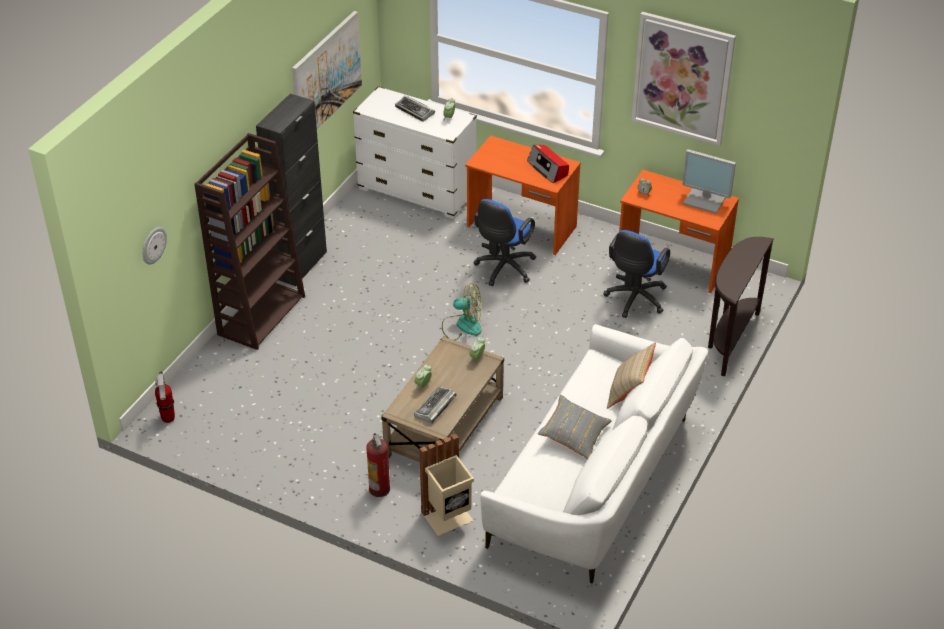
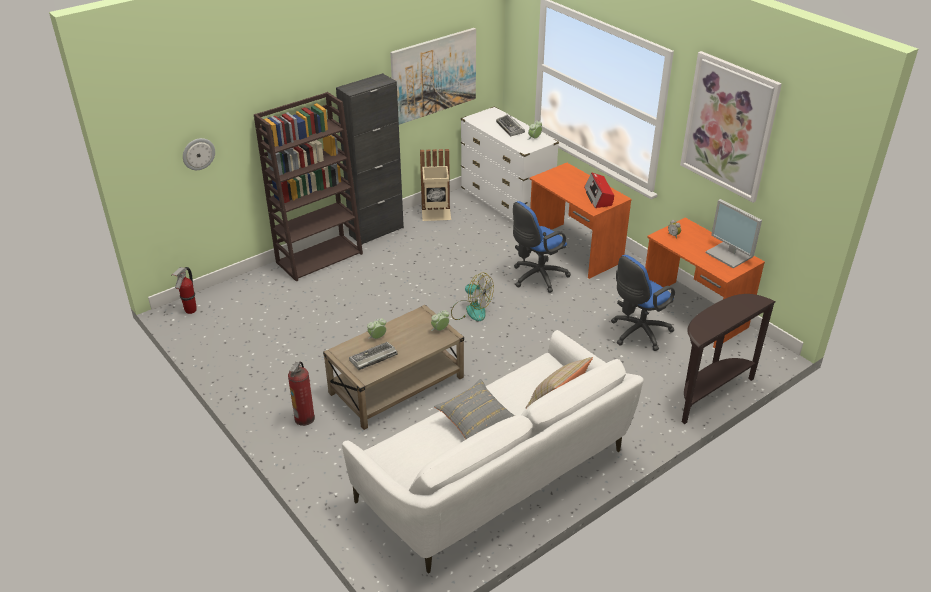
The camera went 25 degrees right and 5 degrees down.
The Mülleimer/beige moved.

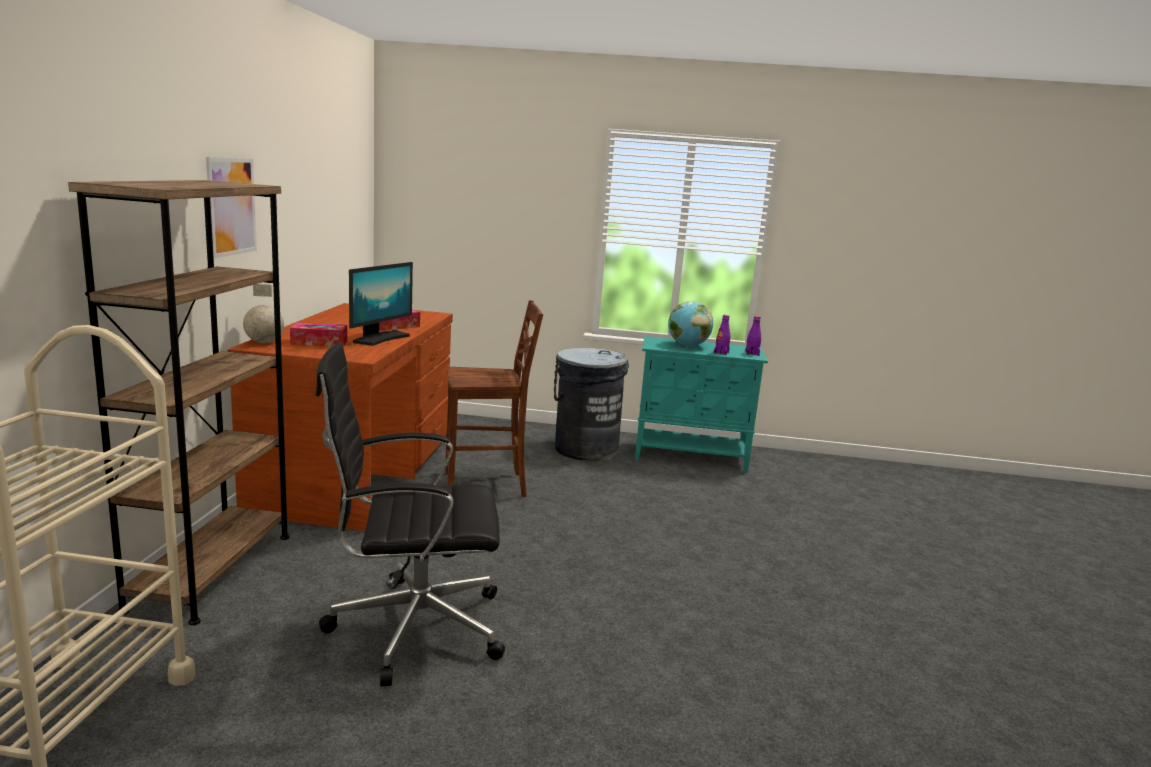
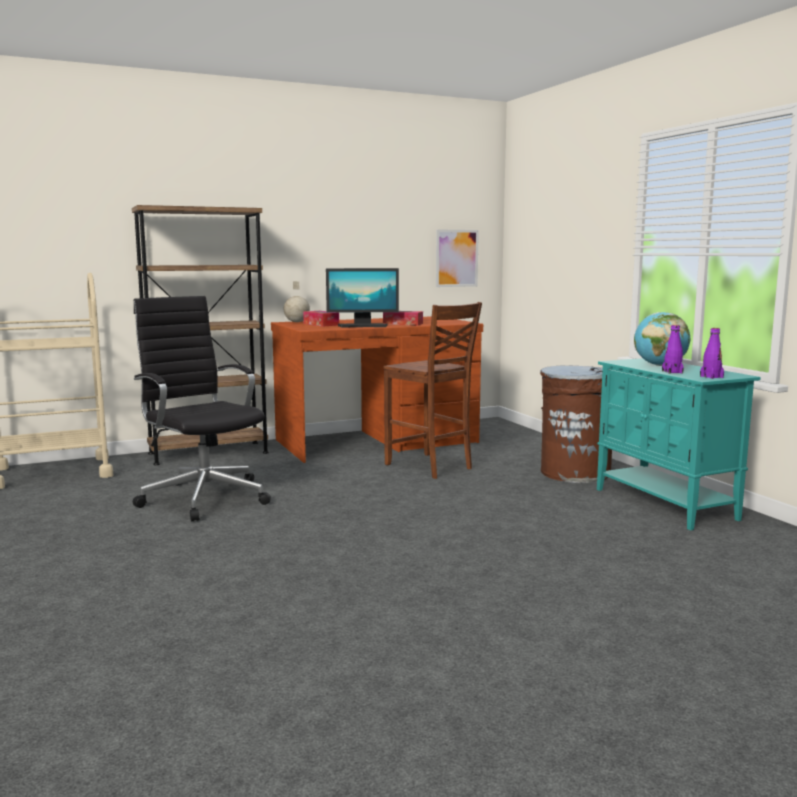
The camera went 60 degrees right and 5 degrees down.
The Bild moved.
The Mülleimer/grau became the Mülleimer/braun.

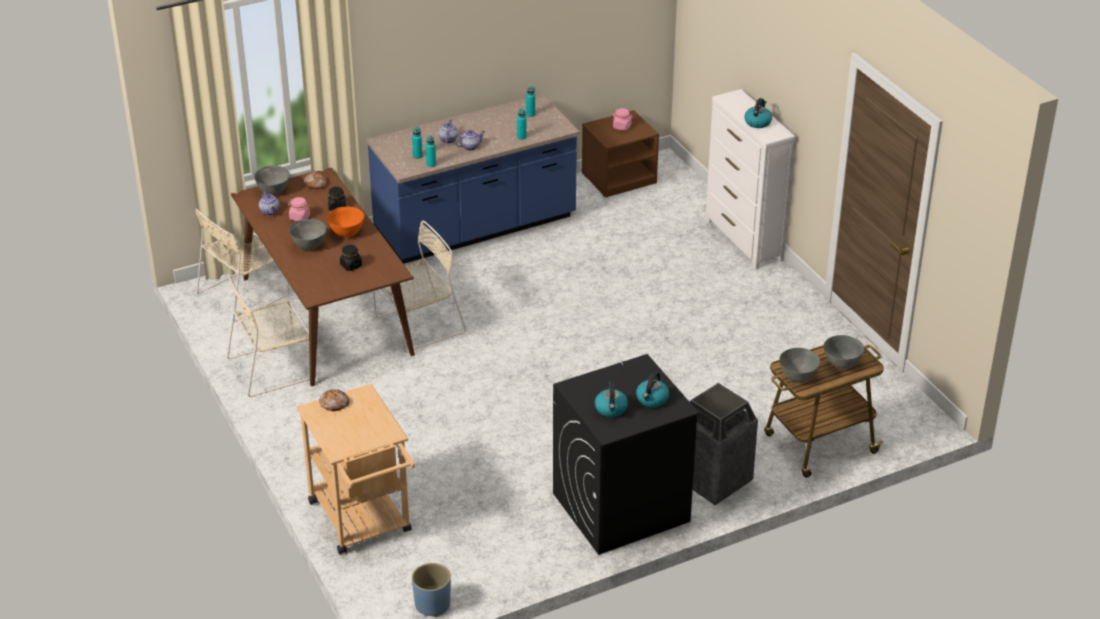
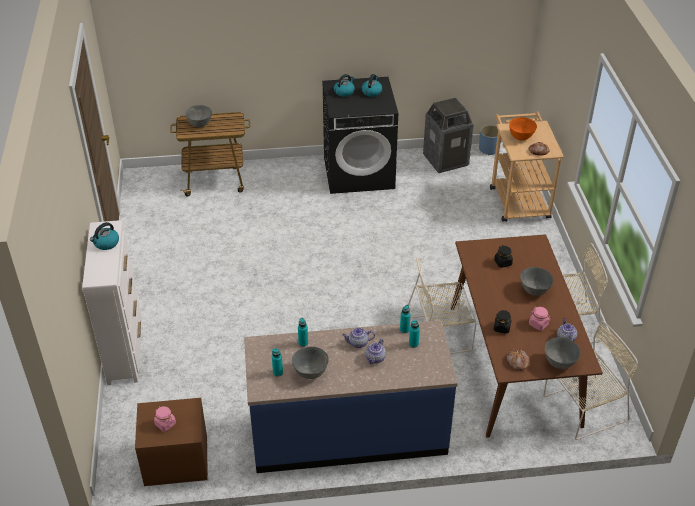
The camera went 160 degrees left and 5 degrees up.
The Schüssel/grau (3rd from left in the first image) moved.
The Mülleimer moved.
The Schüssel/orange moved.

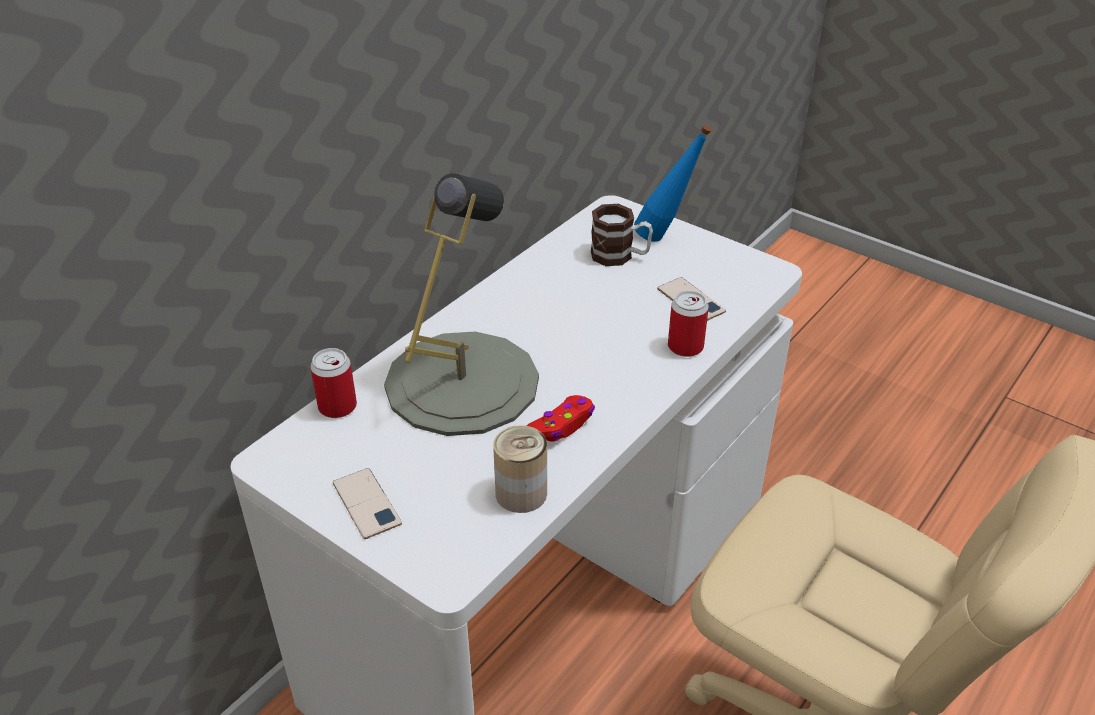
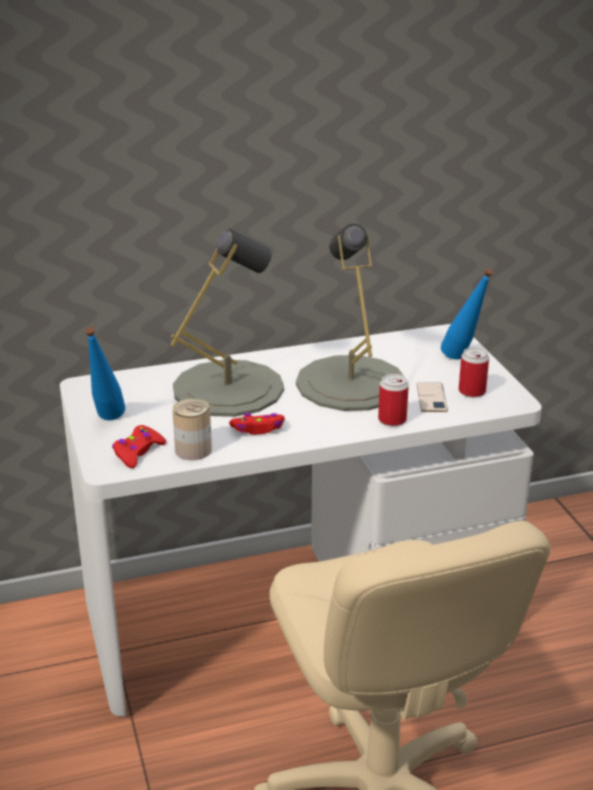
The camera went 35 degrees right and 10 degrees down.
The Handy (1st from left) was replaced by the Flasche/blau (1st from left).
The Gamepad/rot (1st from left) appeared.
The Tischlampe/grau (2nd from left) appeared.
The Dose (1st from left in the first image) moved.
The Henkelbecher disappeared.

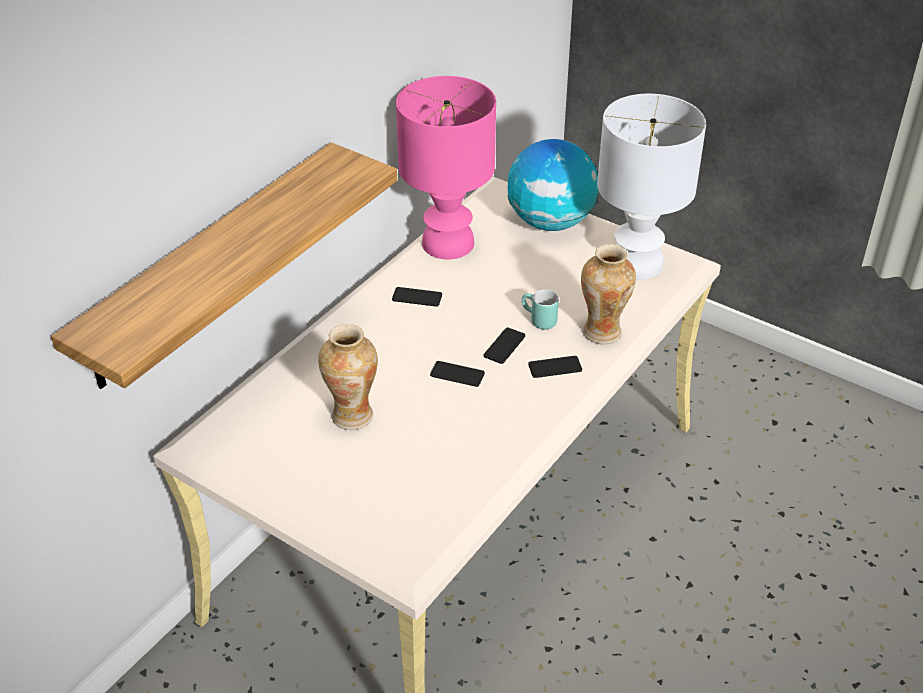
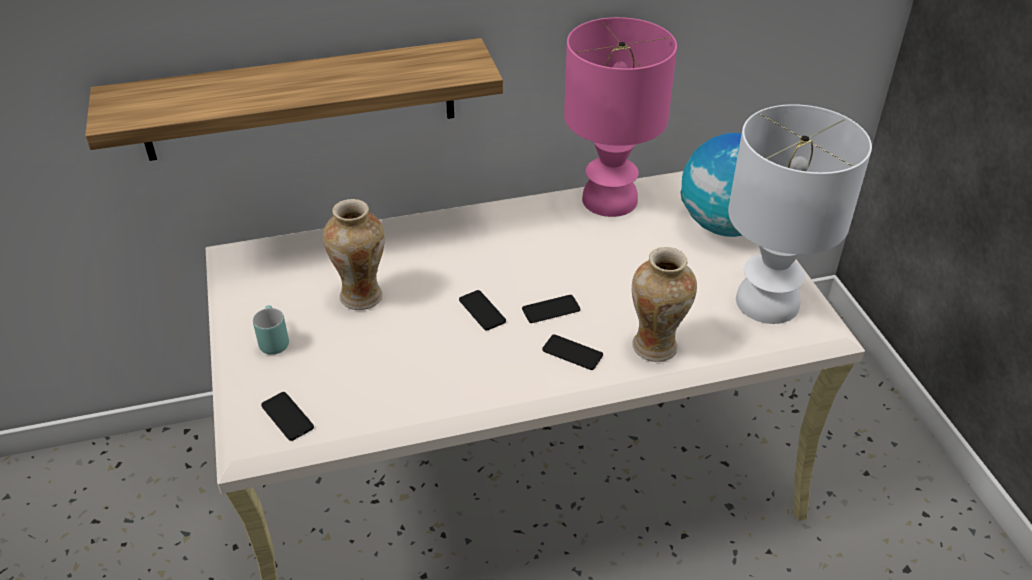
The camera went 40 degrees right and 0 degrees up.
The Henkelbecher/türkis moved.
The Handy (1st from left) moved.

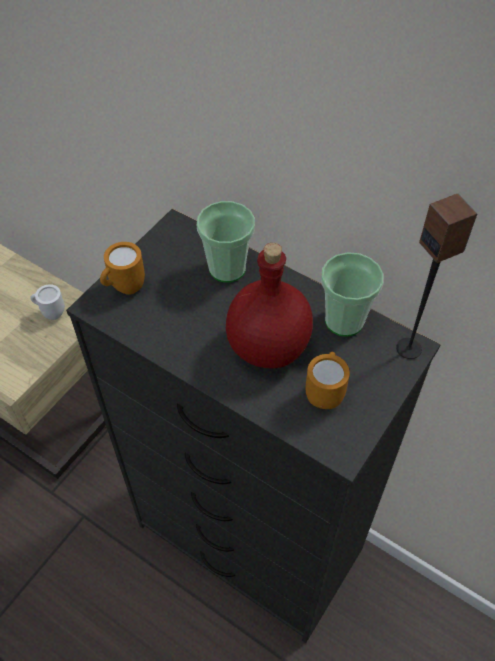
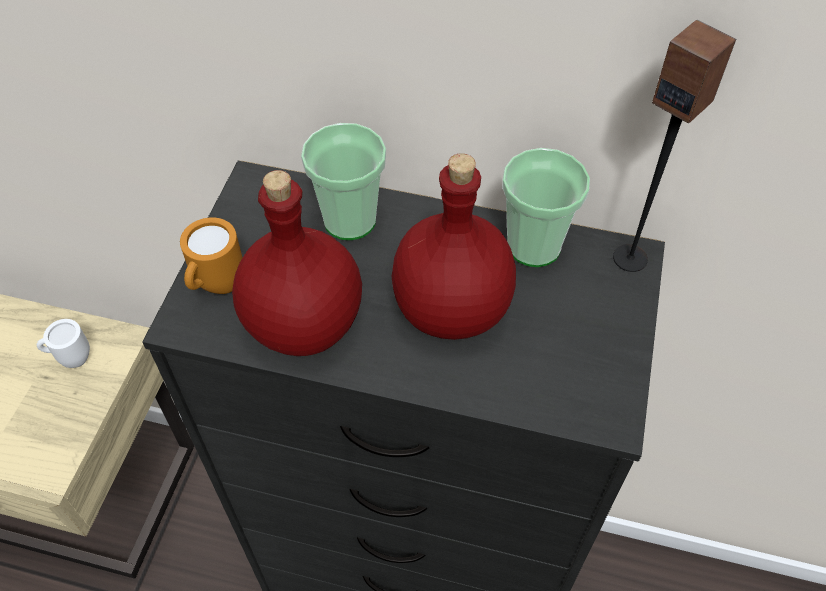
The camera went 20 degrees left and 0 degrees up.
The Flasche/rot (1st from left) appeared.
The Henkelbecher/orange (2nd from left) disappeared.

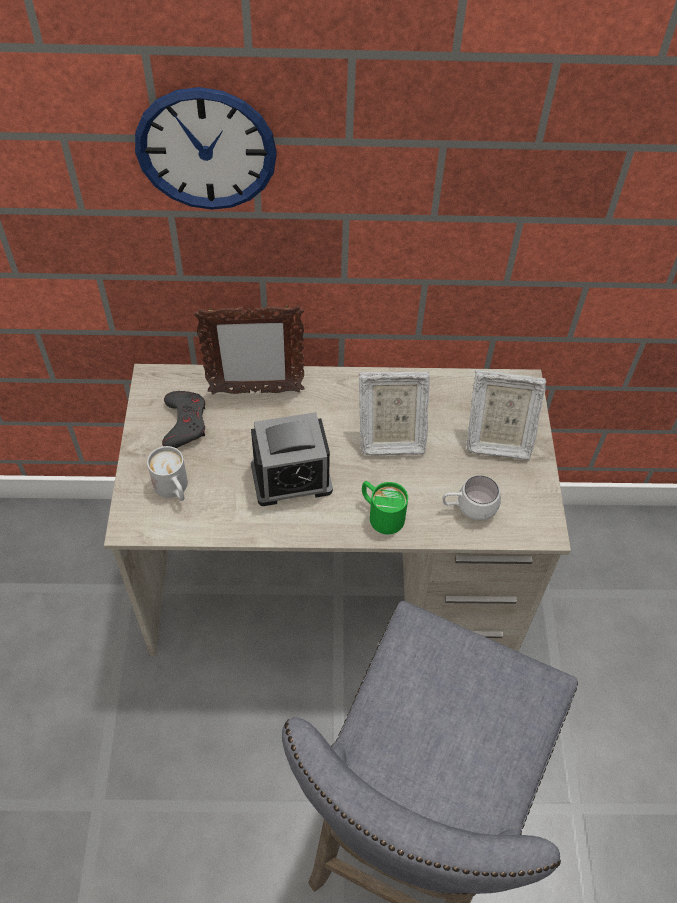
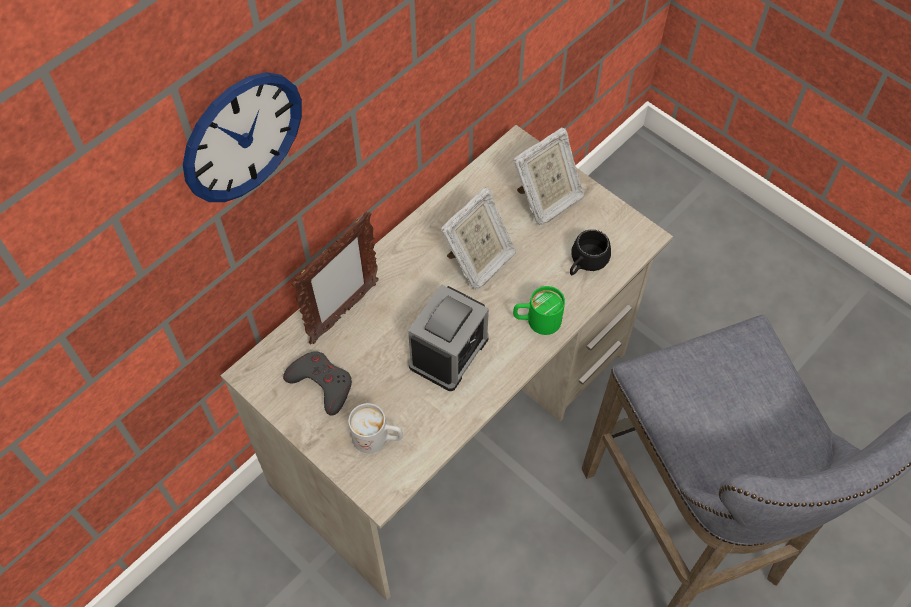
The camera went 45 degrees left and 5 degrees up.
The Henkelbecher/weiß (2nd from left) became the Henkelbecher/schwarz.

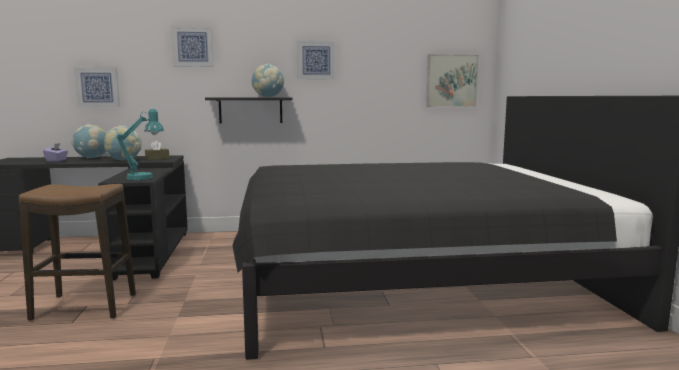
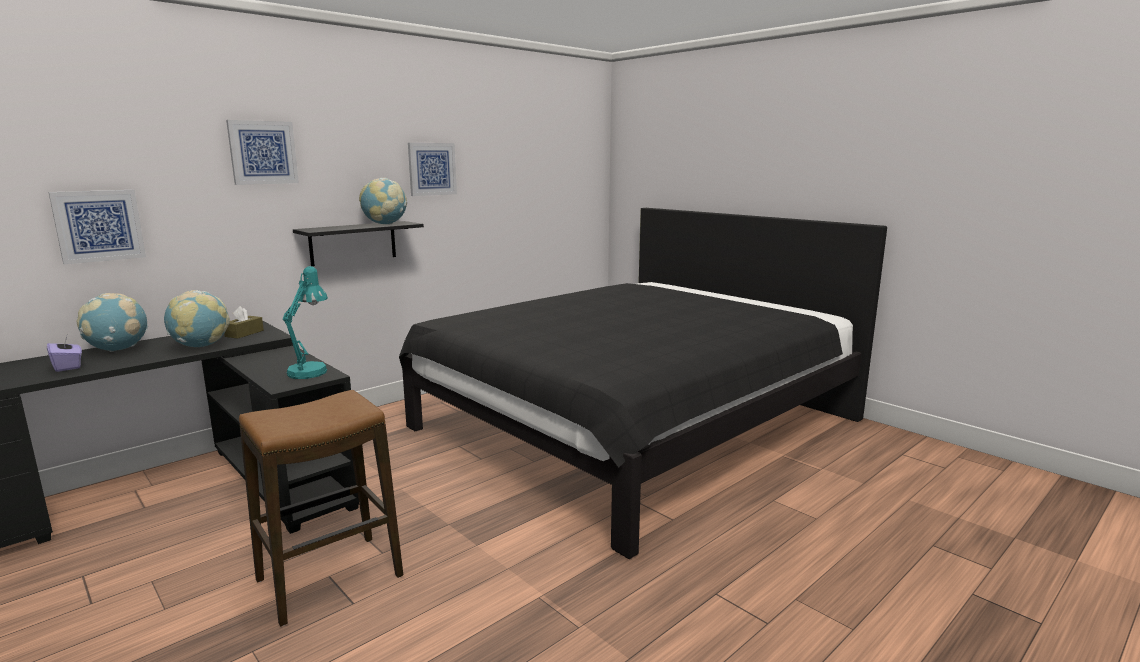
The camera went 35 degrees left and 5 degrees up.
The Bild (4th from left) disappeared.

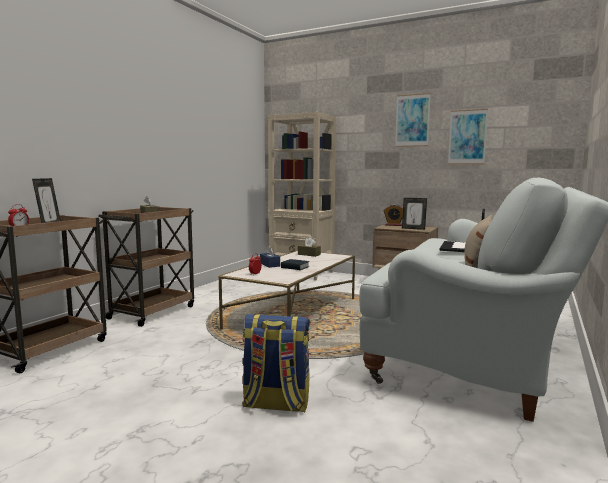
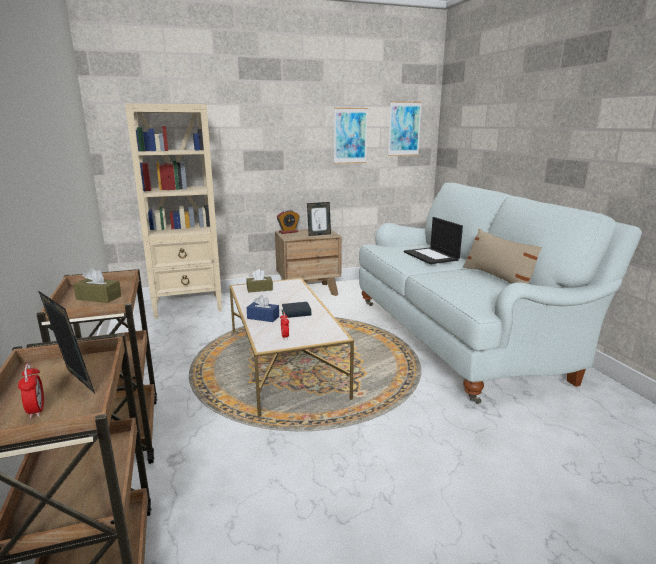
The camera went 45 degrees left and 10 degrees up.
The Bild (1st from left in the first image) moved.
The Rucksack disappeared.

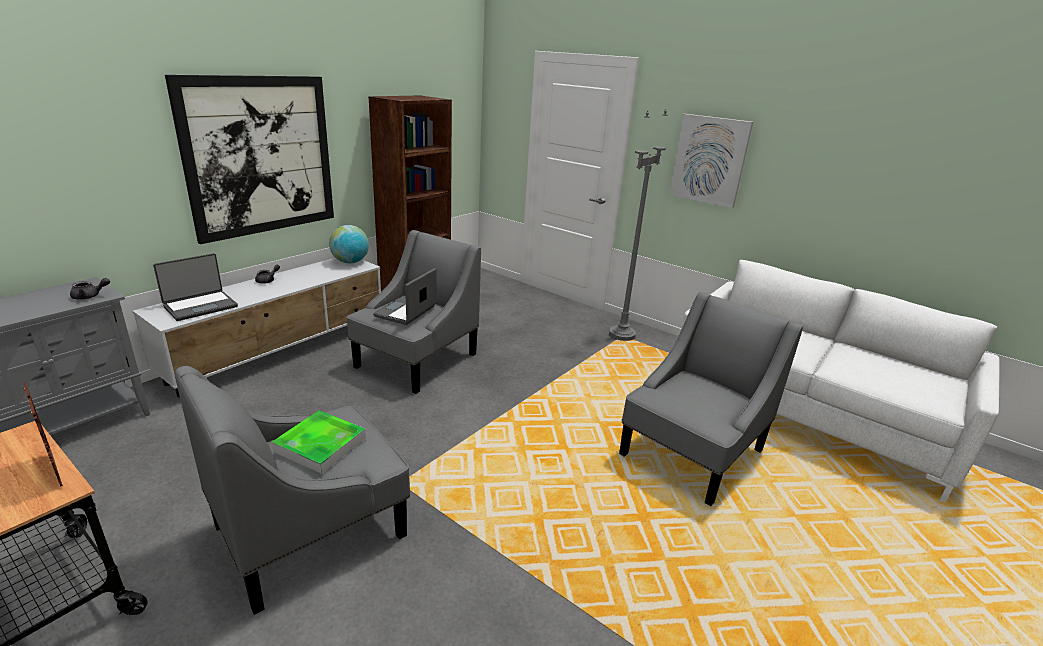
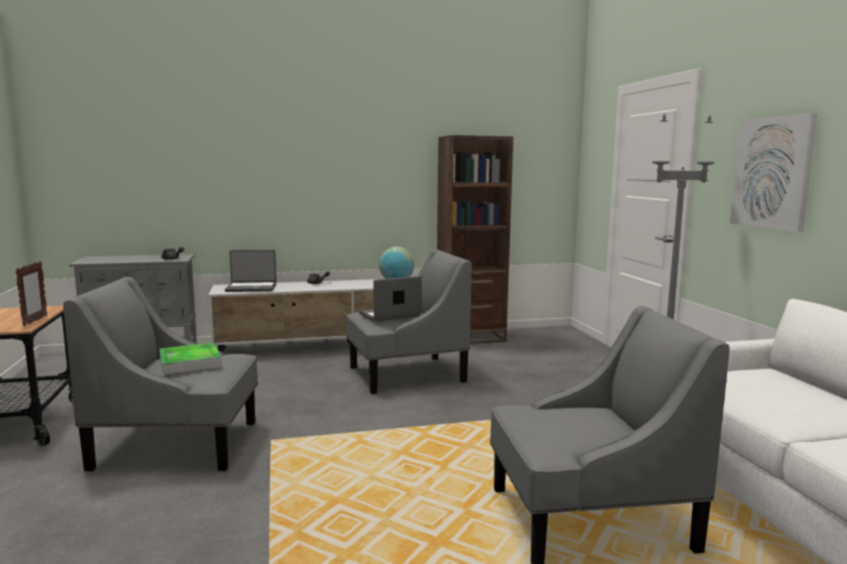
The camera went 40 degrees right and 15 degrees down.
The Bild (1st from left) disappeared.

